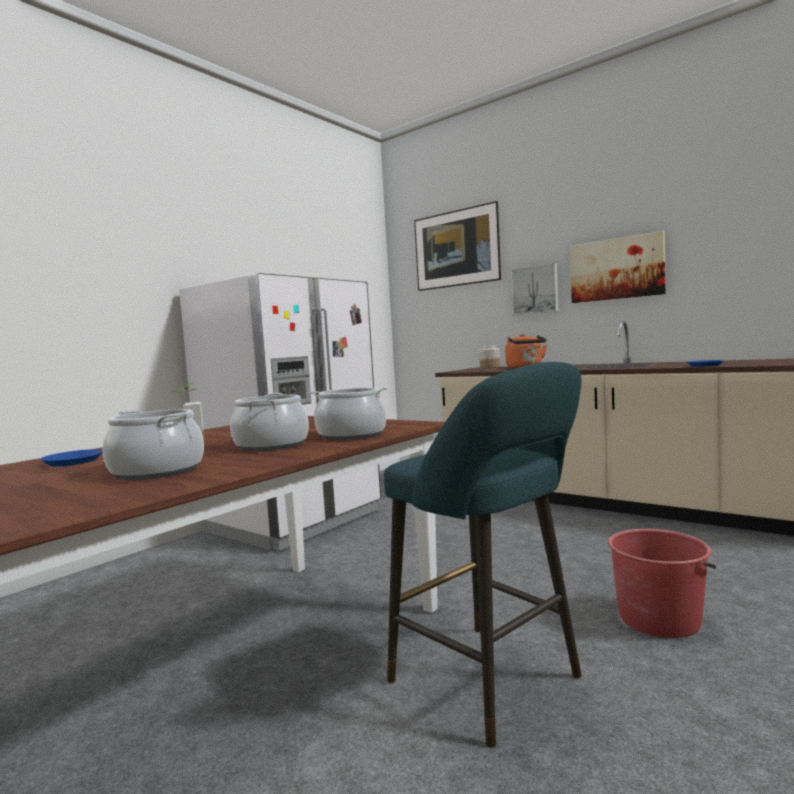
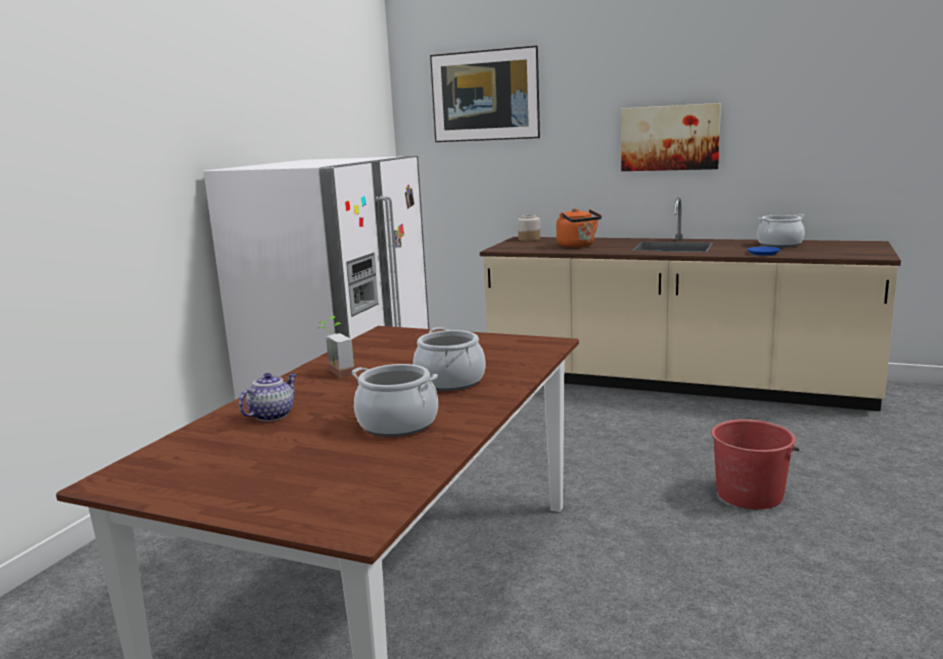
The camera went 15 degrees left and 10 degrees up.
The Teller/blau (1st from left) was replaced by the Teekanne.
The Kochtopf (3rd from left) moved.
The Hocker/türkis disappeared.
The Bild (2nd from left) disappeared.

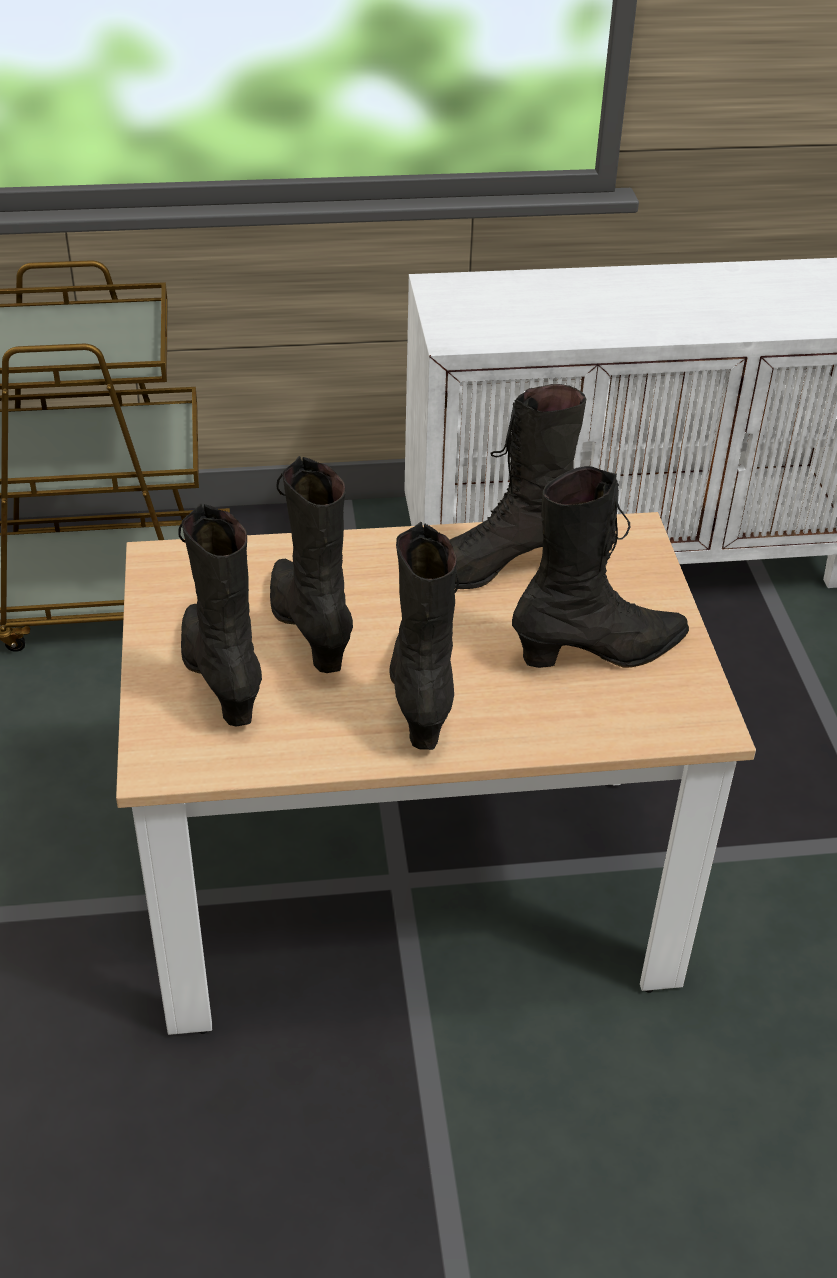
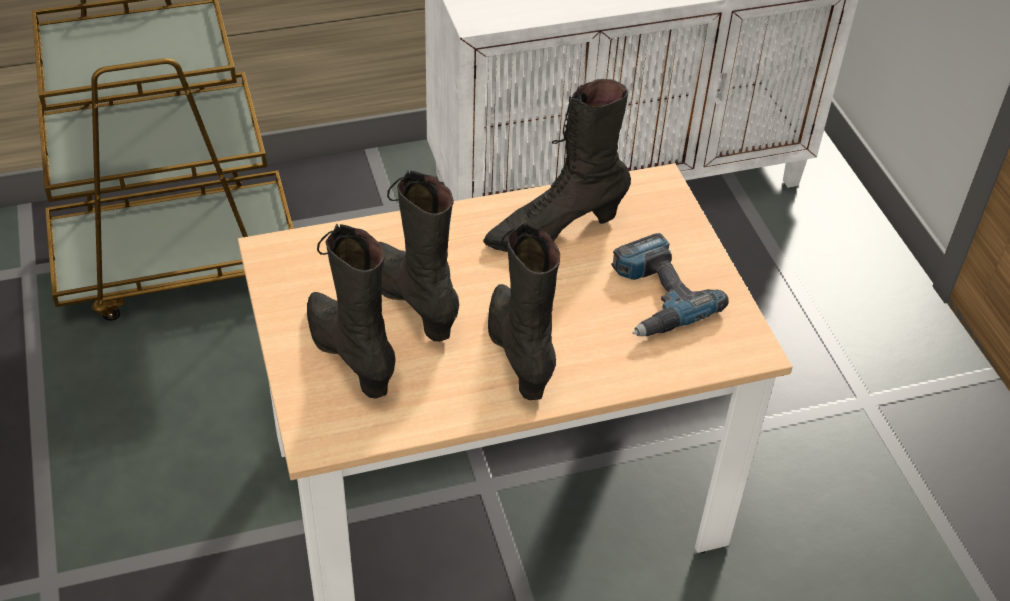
The camera went 10 degrees left and 5 degrees up.
The Stiefel/schwarz (5th from left) was replaced by the Bohrmaschine.

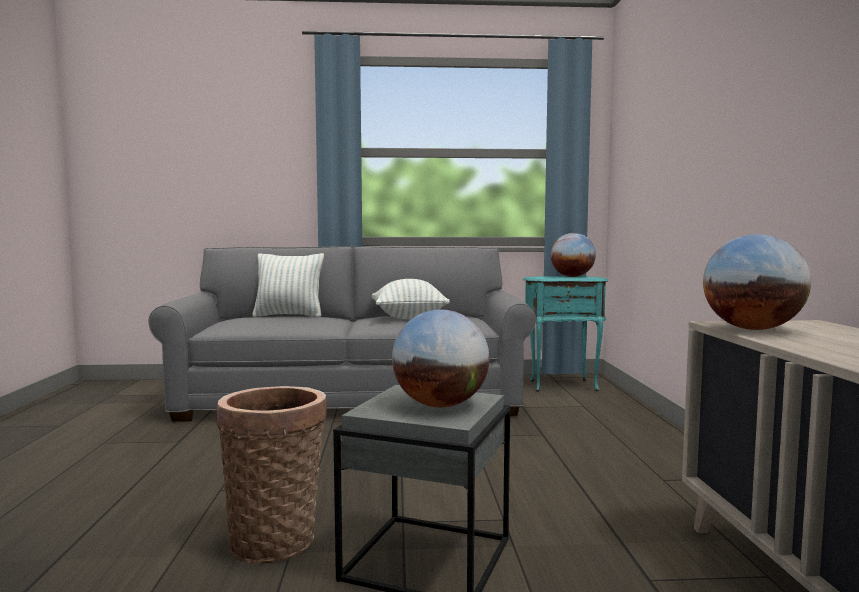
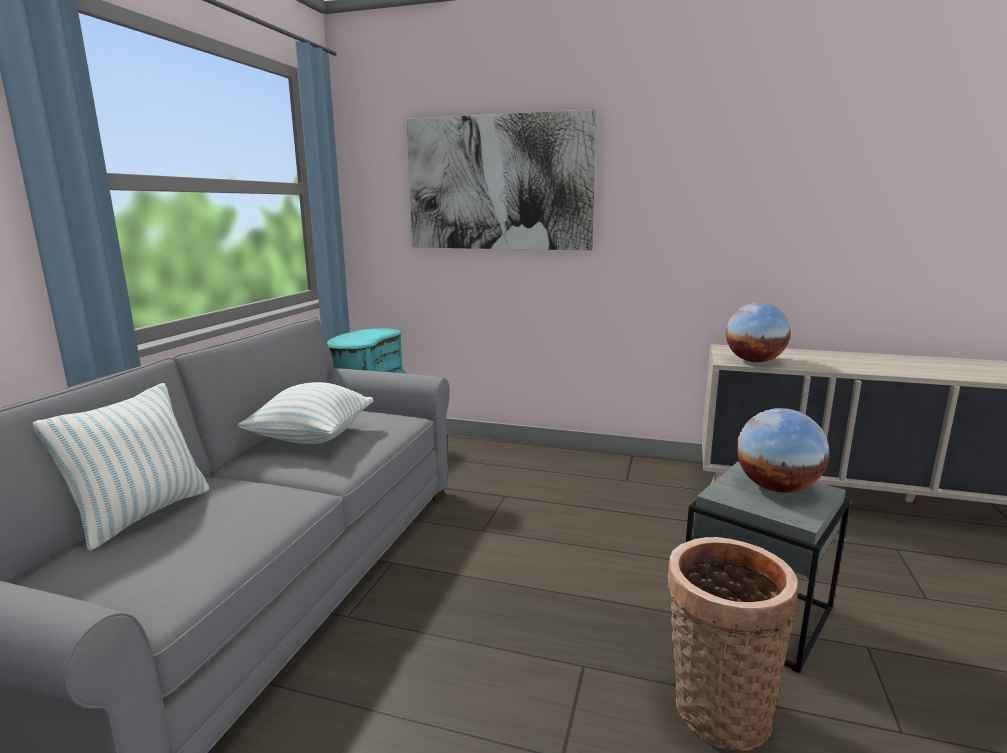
The camera went 70 degrees left and 10 degrees up.
The Bild appeared.
The Globus (2nd from left) disappeared.

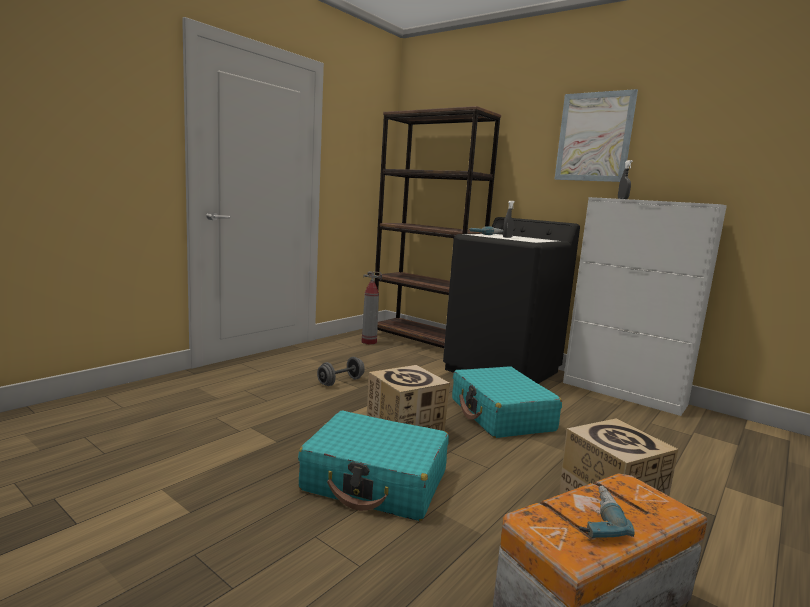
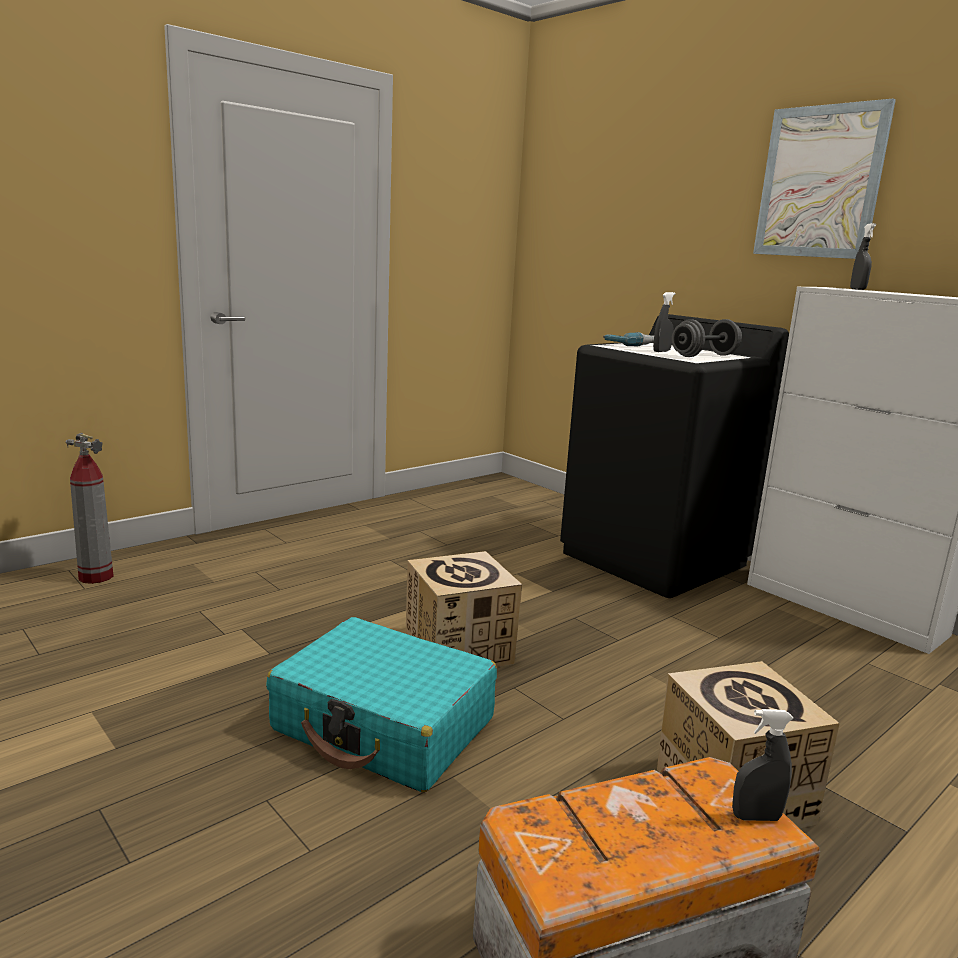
The camera went 10 degrees right and 5 degrees up.
The Feuerlöscher moved.
The Hantel/grau moved.
The Sprühflasche/grau (2nd from left) appeared.
The Bücherregal/braun disappeared.
The Koffer/türkis (2nd from left) disappeared.
The Bohrmaschine (2nd from left) disappeared.

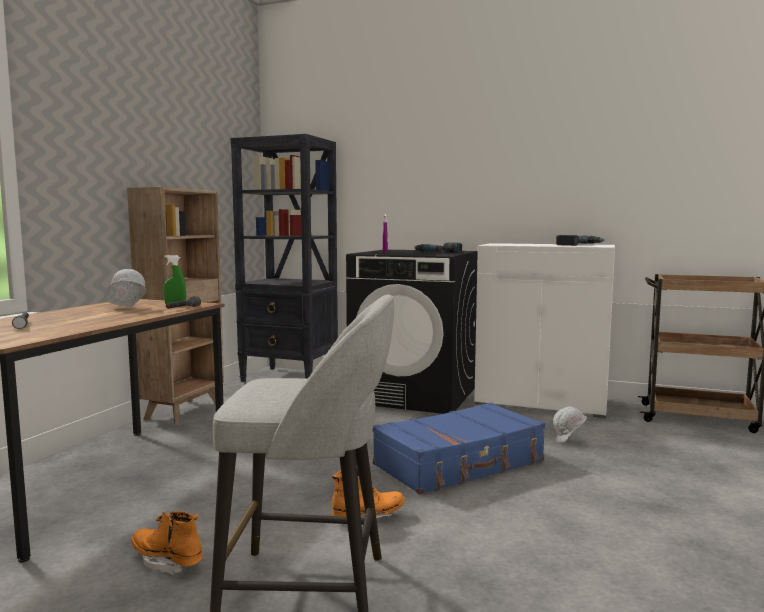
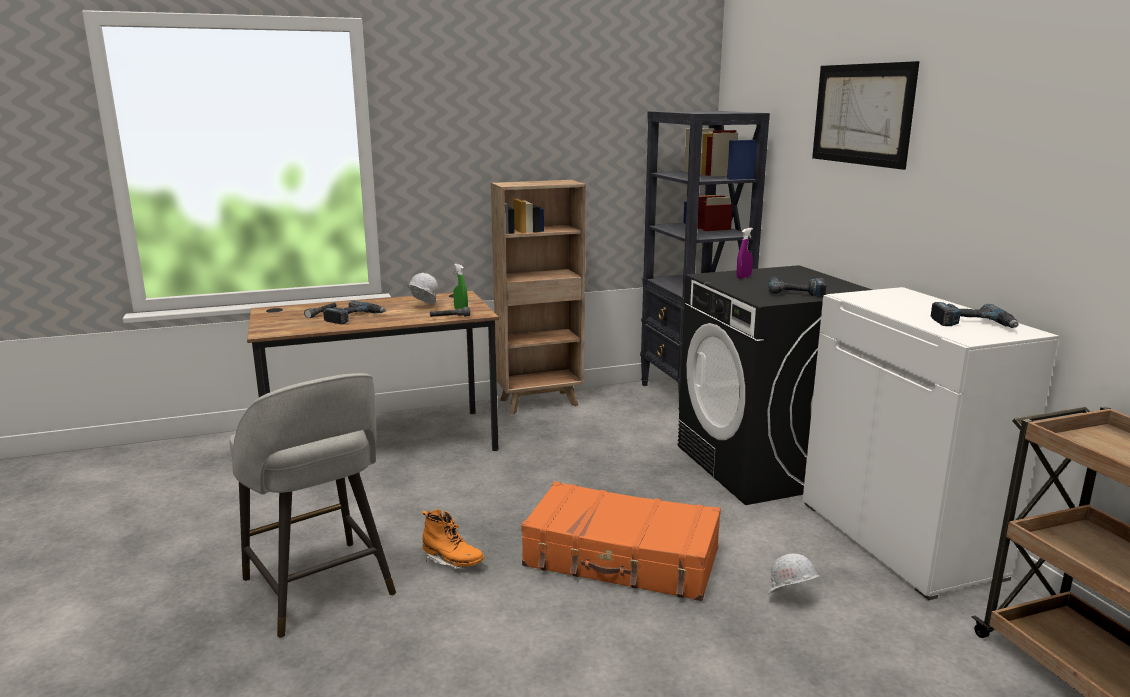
The camera went 50 degrees right and 10 degrees up.
The Bohrmaschine (1st from left) appeared.
The Koffer/blau became the Koffer/orange.
The Bild appeared.
The Stiefel/orange (1st from left) disappeared.

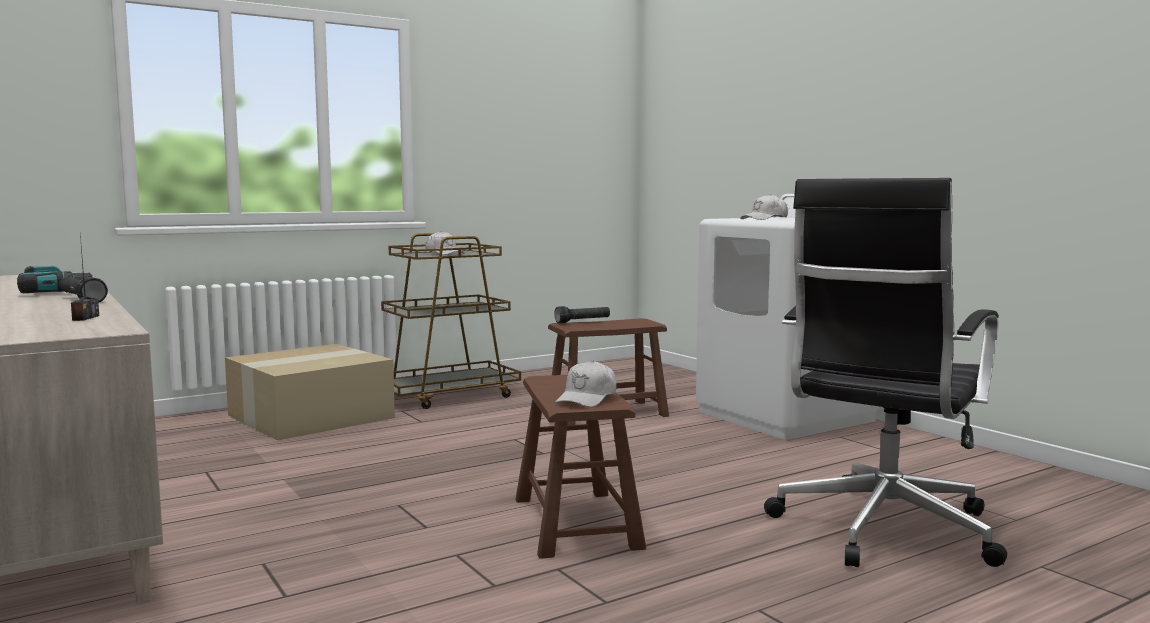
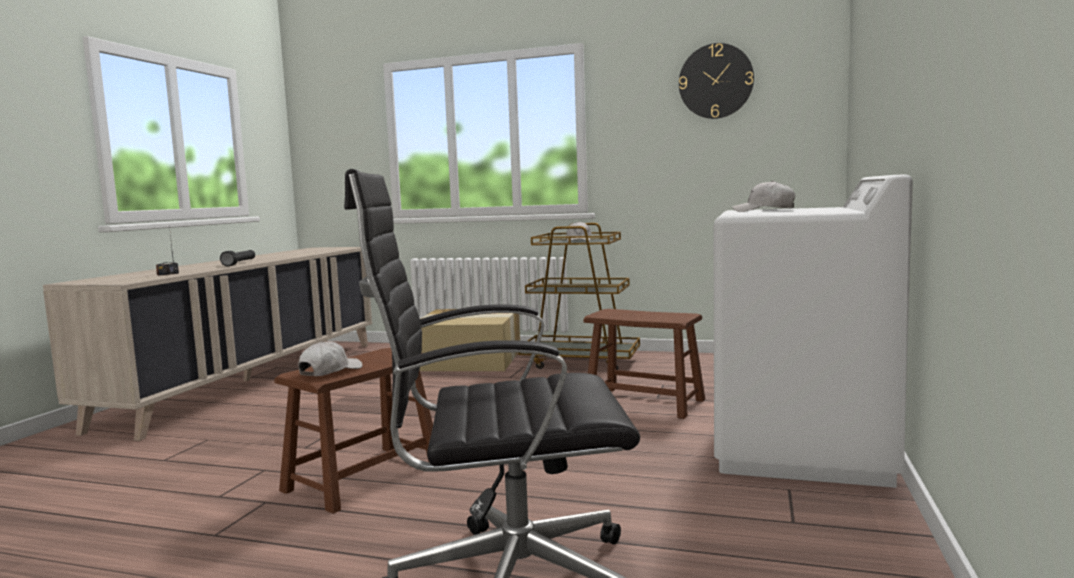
The camera went 50 degrees right and 0 degrees up.
The Kappe/weiß (2nd from left in the first image) turned 135 degrees clockwise.
The Wanduhr appeared.
The Bohrmaschine disappeared.
The Taschenlampe/schwarz (2nd from left) disappeared.

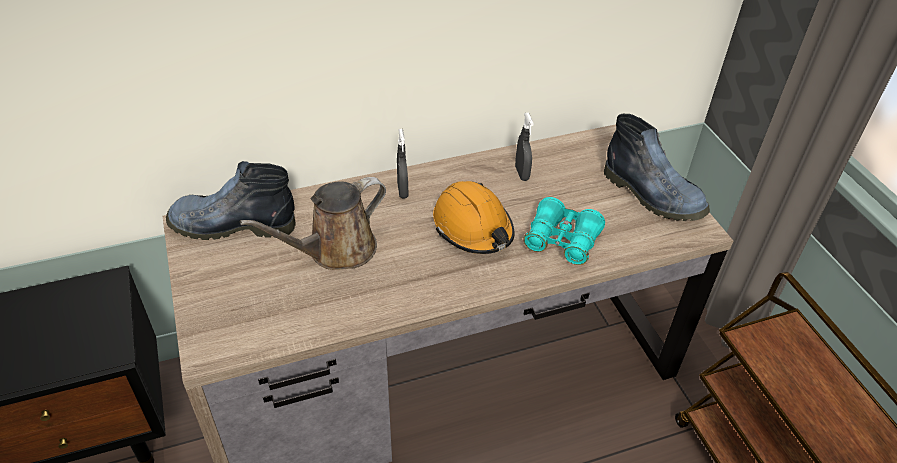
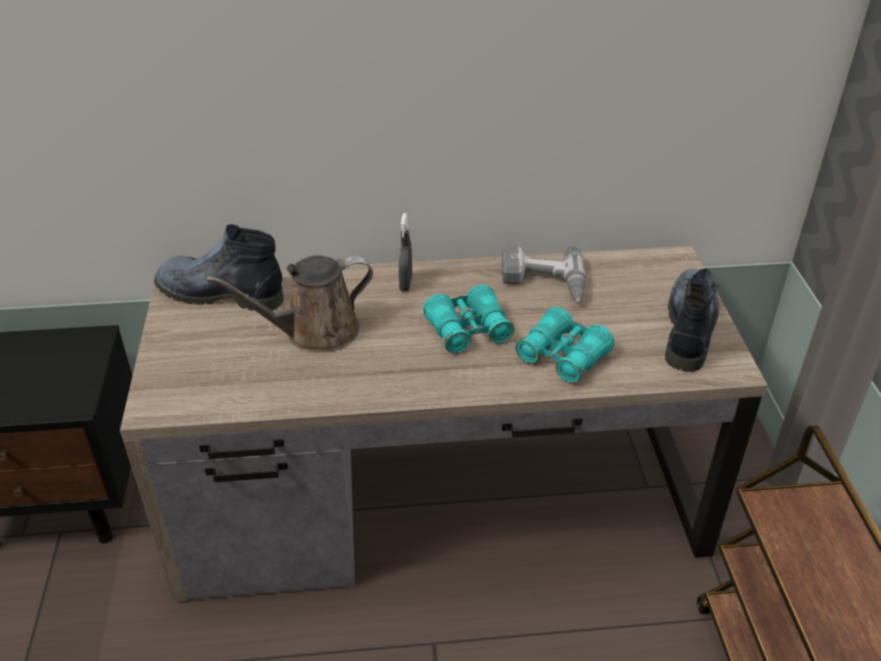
The camera went 15 degrees right and 5 degrees down.
The Schutzhelm/orange was replaced by the Fernglas/türkis (1st from left).
The Sprühflasche/grau (2nd from left) was replaced by the Bohrmaschine.
The Stiefel (2nd from left) turned 135 degrees counterclockwise.

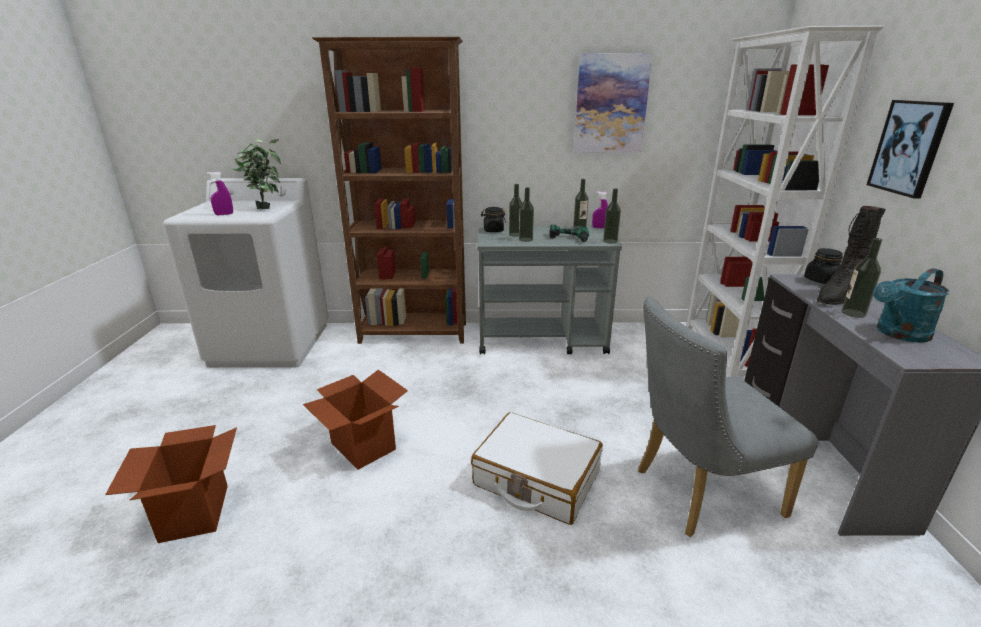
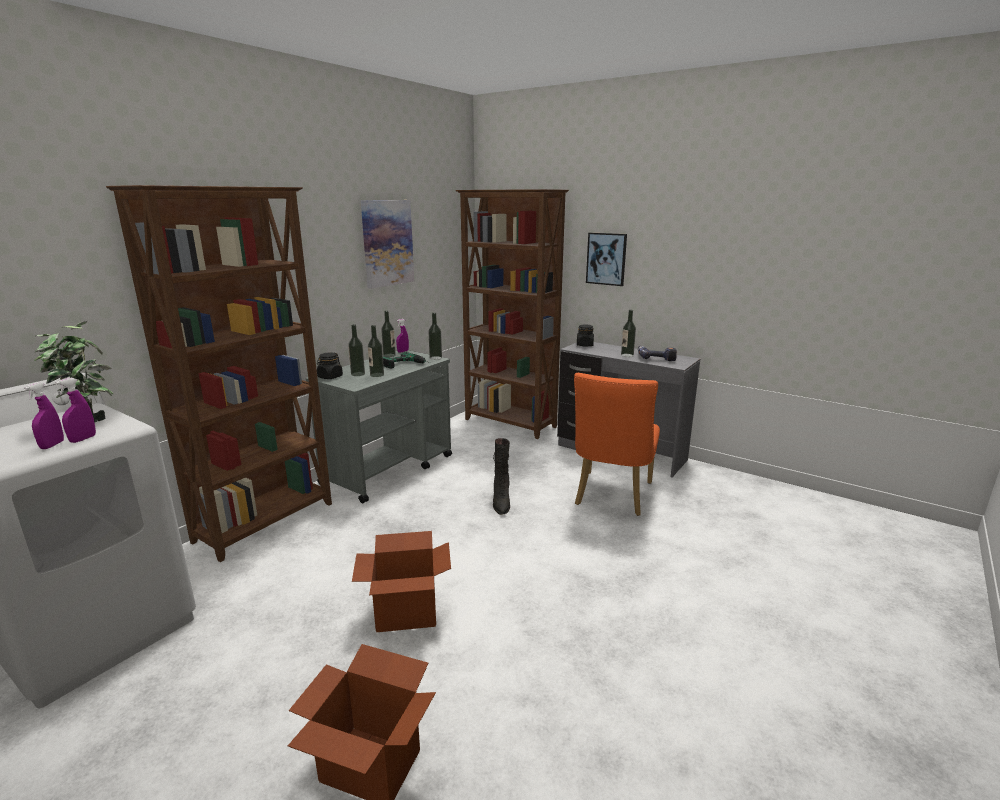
The camera went 55 degrees left and 5 degrees down.
The Sprühflasche/lila (2nd from left) appeared.
The Bücherregal/weiß became the Bücherregal/braun (2nd from left).
The Stiefel/schwarz moved.
The Stuhl/grau became the Stuhl/orange.
The Gießkanne/türkis was replaced by the Bohrmaschine (2nd from left).
The Koffer/weiß disappeared.

